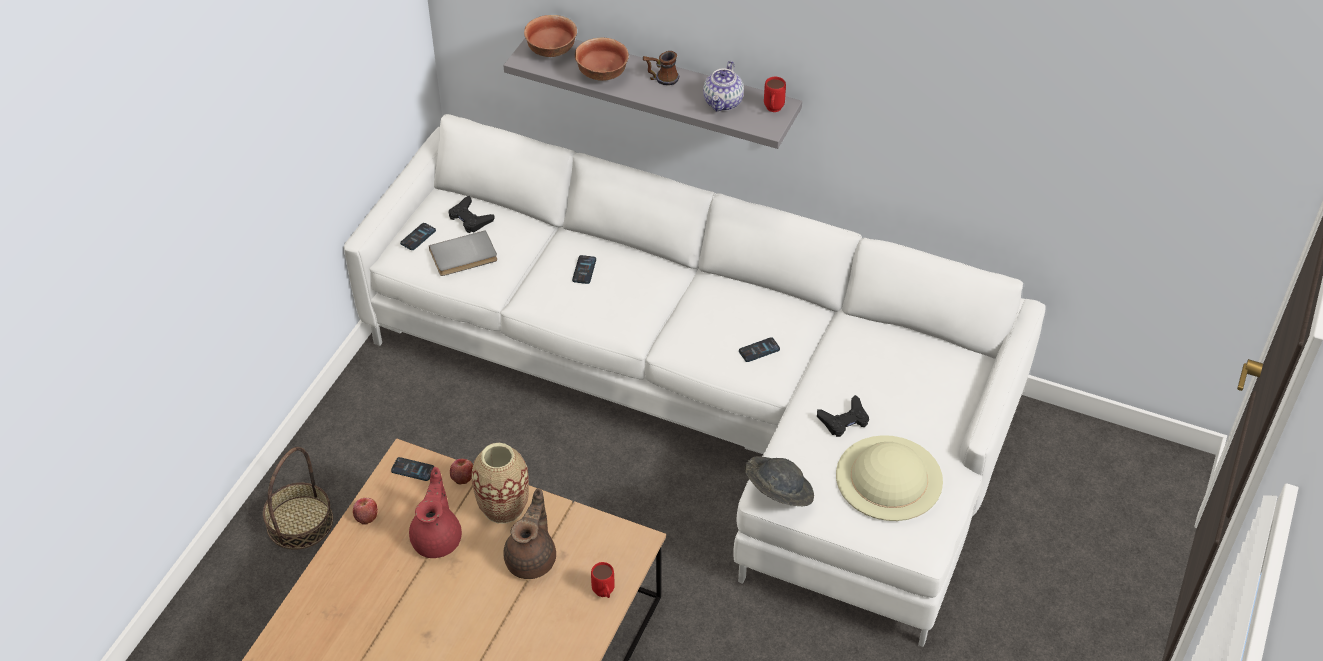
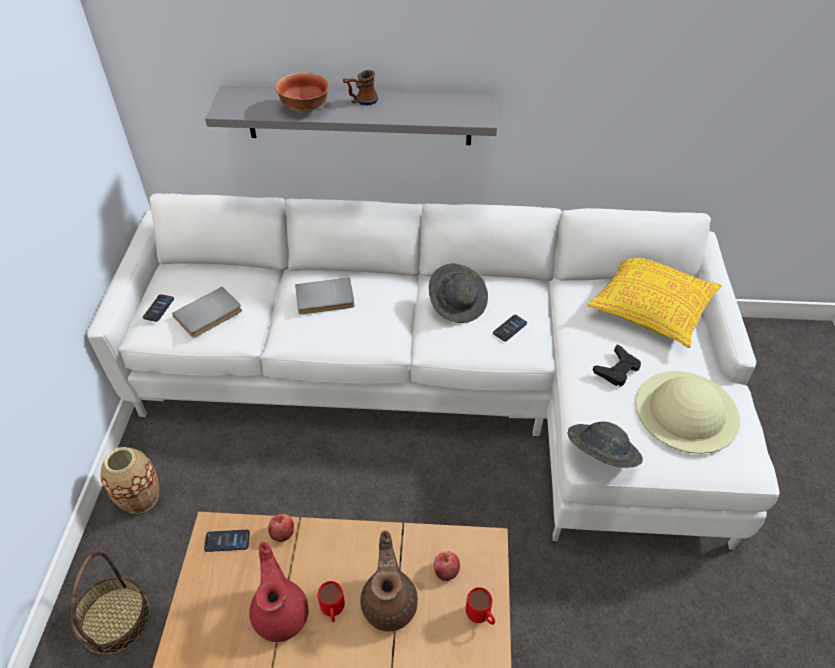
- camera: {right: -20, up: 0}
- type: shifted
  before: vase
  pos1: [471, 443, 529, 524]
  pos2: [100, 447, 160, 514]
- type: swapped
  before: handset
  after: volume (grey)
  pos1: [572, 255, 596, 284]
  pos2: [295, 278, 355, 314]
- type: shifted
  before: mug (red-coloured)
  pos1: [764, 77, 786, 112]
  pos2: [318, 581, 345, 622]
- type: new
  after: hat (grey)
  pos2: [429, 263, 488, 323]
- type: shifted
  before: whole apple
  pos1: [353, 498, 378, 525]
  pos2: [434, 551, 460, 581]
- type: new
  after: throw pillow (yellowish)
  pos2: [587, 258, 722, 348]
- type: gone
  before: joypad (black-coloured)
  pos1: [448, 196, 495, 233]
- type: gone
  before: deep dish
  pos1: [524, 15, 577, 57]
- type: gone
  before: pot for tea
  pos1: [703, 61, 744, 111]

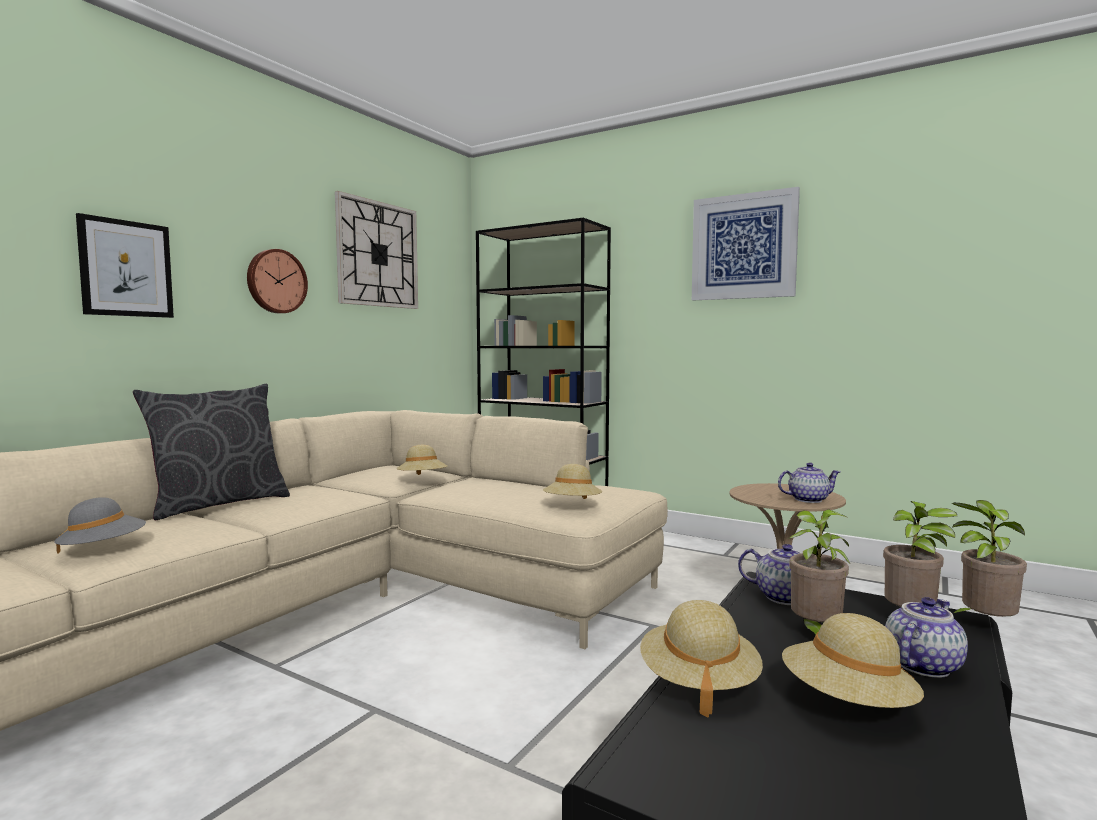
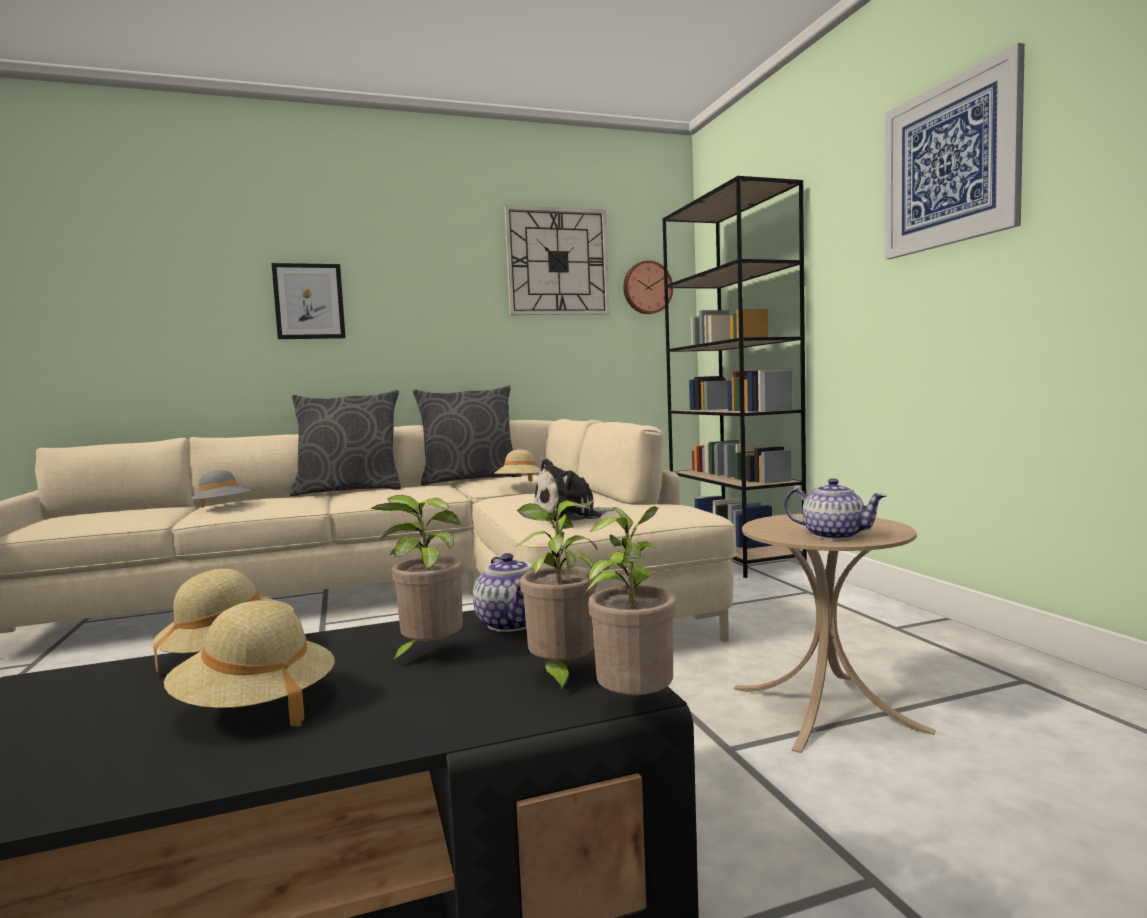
- camera: {right: 40, up: 0}
- type: new
  after: throw pillow (grey)
  pos2: [413, 386, 522, 486]
- type: swapped
  before: hat (beige)
  after: cuddly toy
  pos1: [543, 464, 602, 499]
  pos2: [533, 459, 615, 521]
- type: shifted
  before: wall clock
  pos1: [247, 249, 308, 313]
  pos2: [623, 260, 673, 314]
- type: gone
  before: pot for tea
  pos1: [885, 597, 968, 678]

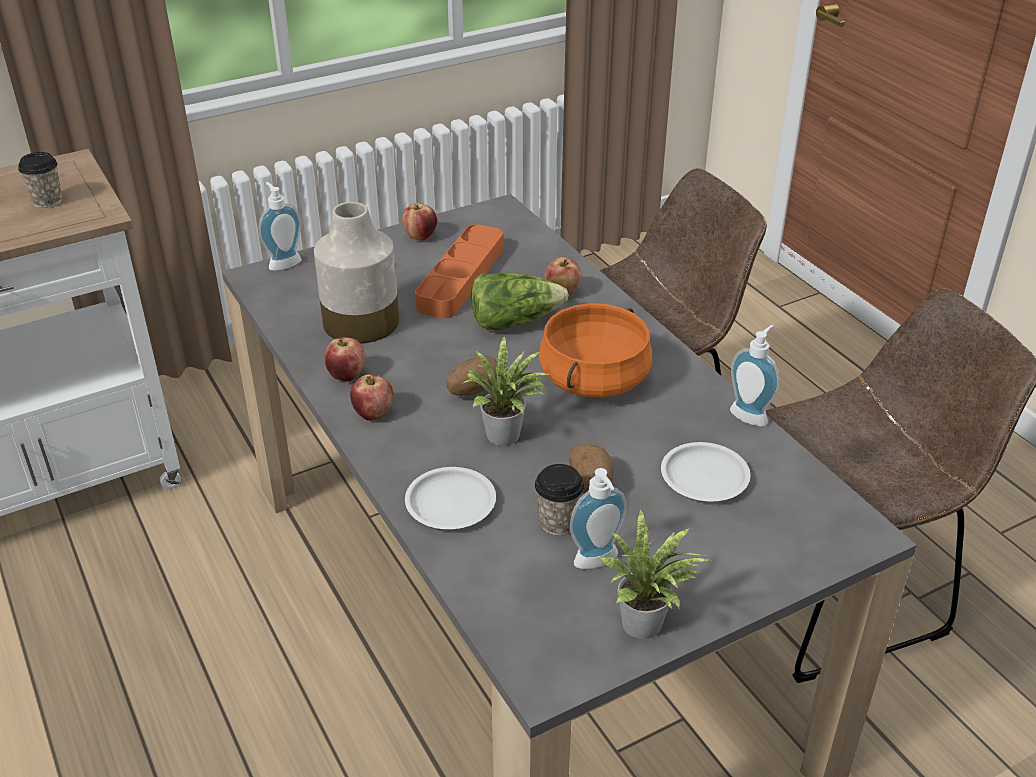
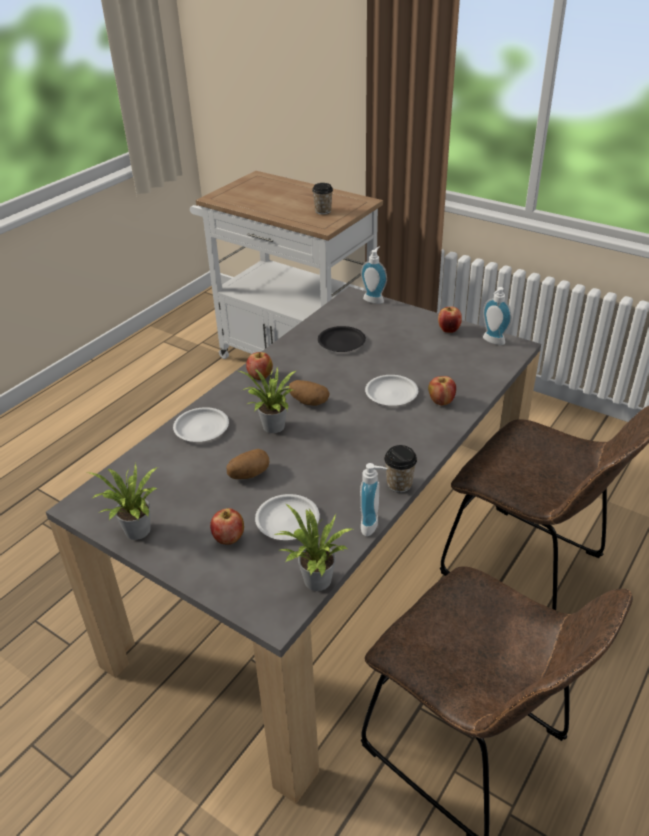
- camera: {right: 65, up: 0}
- type: shifted
  before: whole apple
  pos1: [324, 337, 365, 382]
  pos2: [210, 508, 244, 545]
- type: new
  after: plant in a pot
  pos2: [274, 504, 352, 591]
- type: swapped
  before: vase (beige)
  after: dinner plate (black-coloured)
  pos1: [314, 202, 399, 344]
  pos2: [318, 326, 366, 352]
- type: swapped
  before: lettuce head
  after: dinner plate (white)
  pos1: [471, 272, 569, 330]
  pos2: [365, 375, 418, 406]
- type: shifted
  before: small cup
  pos1: [535, 464, 584, 536]
  pos2: [384, 445, 417, 493]
- type: shifted
  before: liquid soap bottle
  pos1: [570, 468, 627, 569]
  pos2: [483, 287, 512, 345]
- type: gone
  before: carrying tray (orangey)
  pos1: [415, 224, 503, 319]
- type: gone
  before: stockpot (orangey)
  pos1: [539, 303, 652, 397]

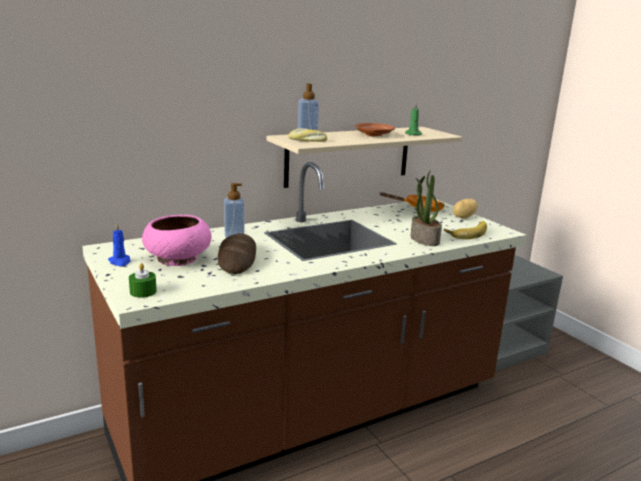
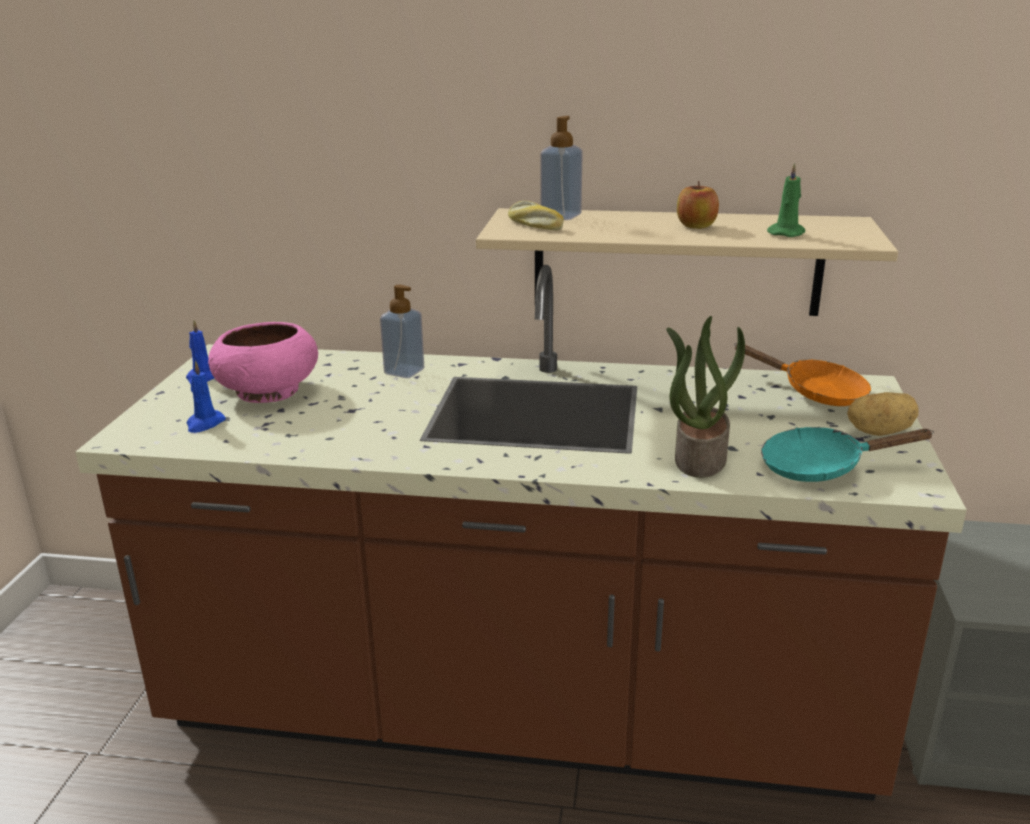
- camera: {right: 40, up: 5}
- type: new
  after: wax light (blue-coloured)
  pos2: [187, 360, 226, 433]
- type: swapped
  before: dinner plate (brown)
  after: whole apple
  pos1: [355, 123, 395, 136]
  pos2: [677, 181, 719, 229]
- type: swapped
  before: banana fruit
  after: pan (turquoise)
  pos1: [444, 221, 487, 239]
  pos2: [761, 427, 934, 482]
- type: gone
  before: wax light (green-coloured)
  pos1: [129, 263, 157, 298]
- type: gone
  before: baked bread
  pos1: [218, 233, 256, 274]

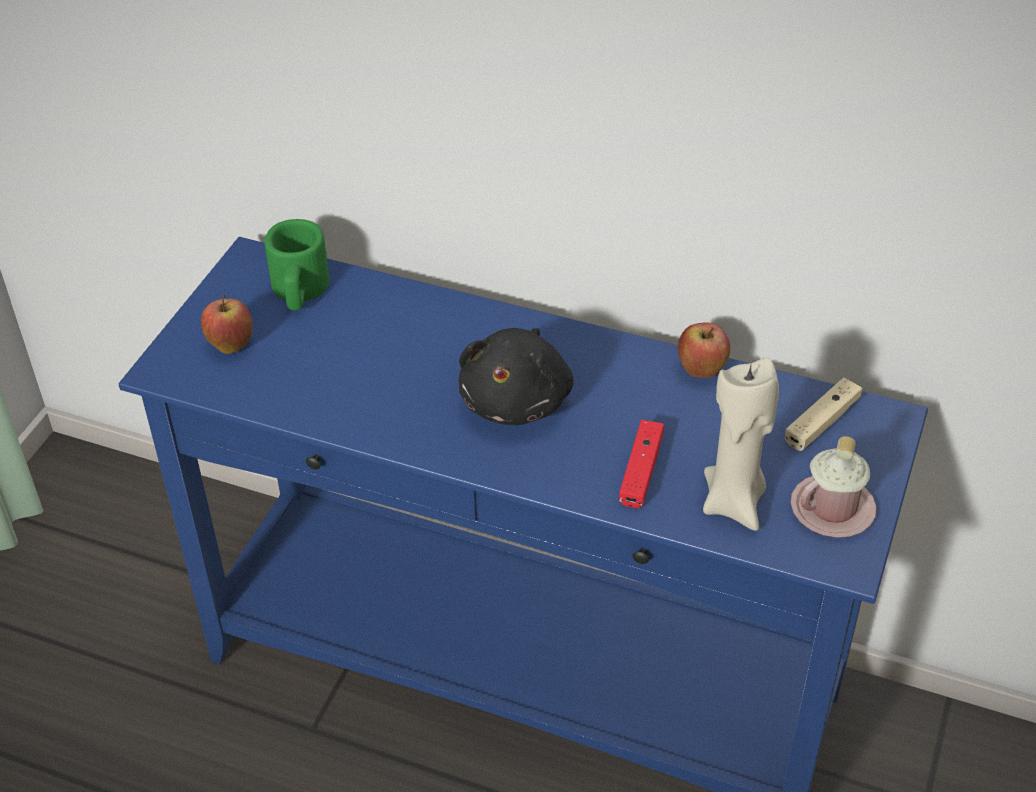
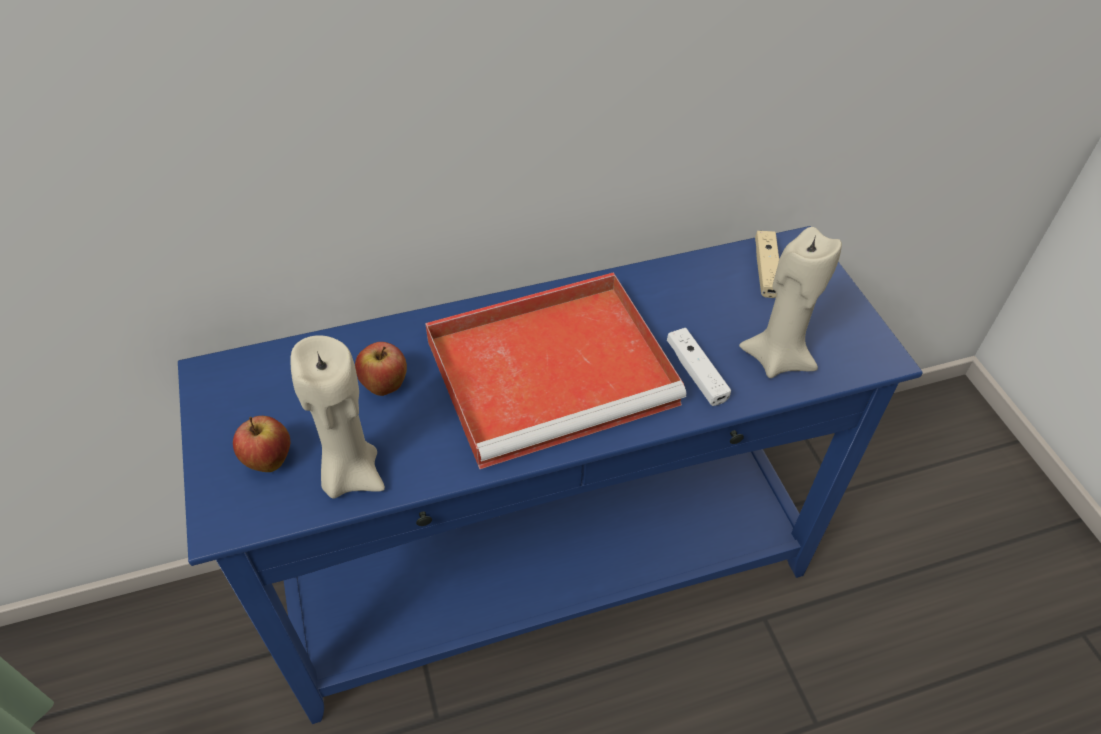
- camera: {right: -40, up: 5}
- type: new
  after: wax light (beige)
  pos2: [290, 335, 385, 499]
- type: shifted
  before: whole apple
  pos1: [678, 322, 730, 378]
  pos2: [355, 342, 407, 396]
- type: swapped
  before: cuddly toy (black-coloured)
  after: carrying tray (red-coloured)
  pos1: [459, 328, 574, 425]
  pos2: [425, 272, 686, 469]
- type: repainted
  before: joypad (red-coloured)
  after: joypad (white)
  pos1: [619, 420, 664, 508]
  pos2: [667, 328, 731, 406]
- type: gone
  before: mug (green-coloured)
  pos1: [265, 219, 329, 310]
- type: gone
  before: mug (pink)
  pos1: [791, 436, 876, 538]

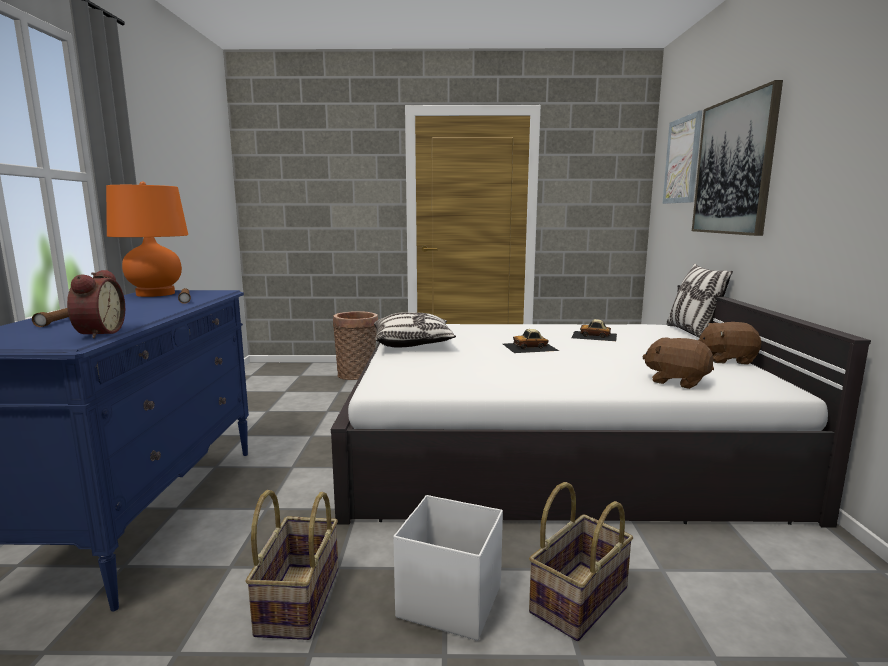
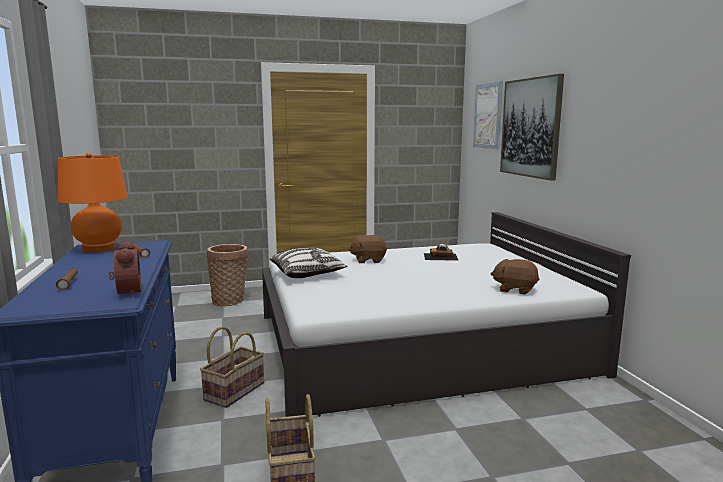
- camera: {right: -15, up: 0}
- type: shifted
  before: household basket
  pos1: [529, 482, 633, 641]
  pos2: [200, 326, 264, 408]
- type: shifted
  before: cuddly toy (brown)
  pos1: [698, 322, 761, 365]
  pos2: [348, 235, 387, 263]
- type: gone
  before: storage box (white)
  pos1: [393, 495, 503, 641]
- type: gone
  before: toy car
  pos1: [503, 329, 559, 353]
- type: gone
  before: throw pillow
  pos1: [667, 263, 733, 338]

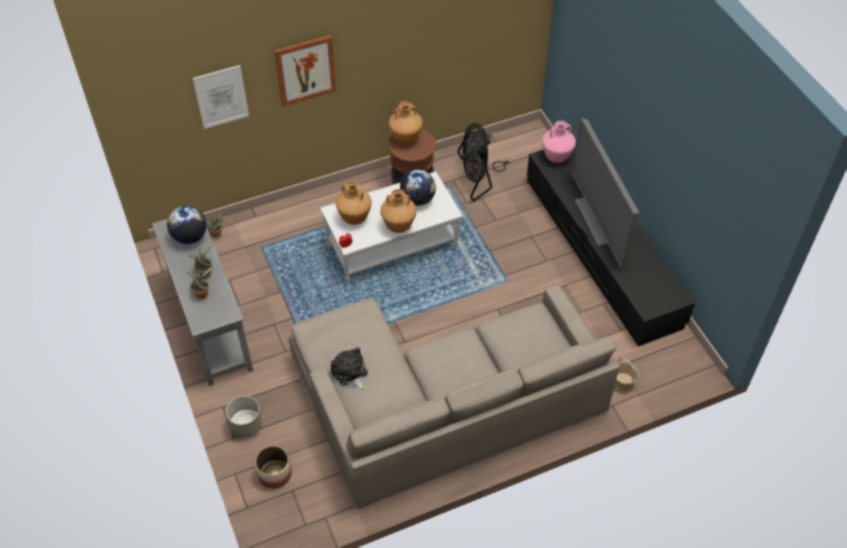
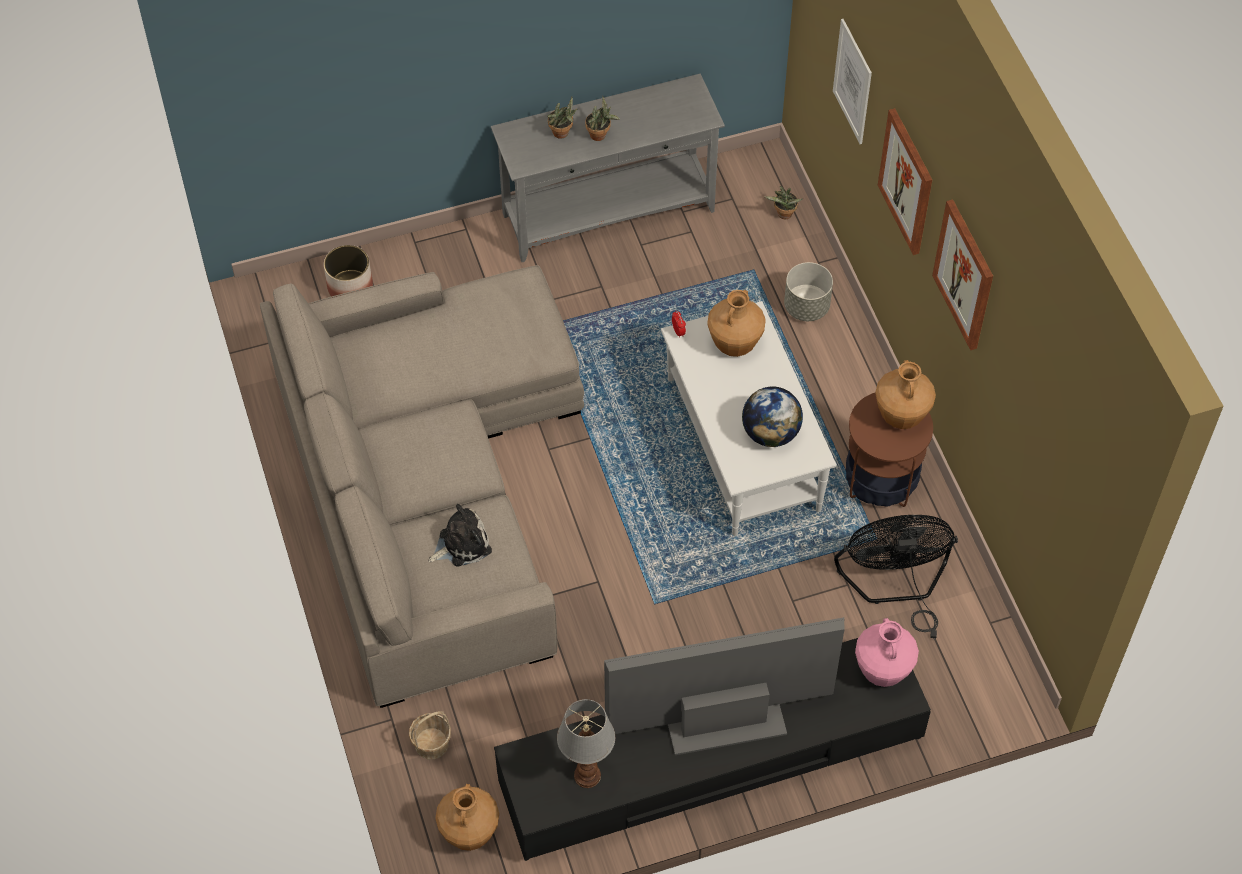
- camera: {right: 95, up: 5}
- type: shifted
  before: cuddly toy
  pos1: [331, 347, 368, 390]
  pos2: [429, 504, 492, 566]
- type: shifted
  before: vase (brown)
  pos1: [381, 189, 416, 233]
  pos2: [435, 784, 499, 851]
- type: new
  after: tabletop lamp
  pos2: [557, 699, 615, 788]
- type: shifted
  before: plant pot (grey)
  pos1: [226, 396, 262, 438]
  pos2: [784, 262, 833, 321]
- type: new
  after: wall art
  pos2: [932, 200, 993, 350]
- type: gone
  before: globe
  pos1: [167, 205, 207, 244]

